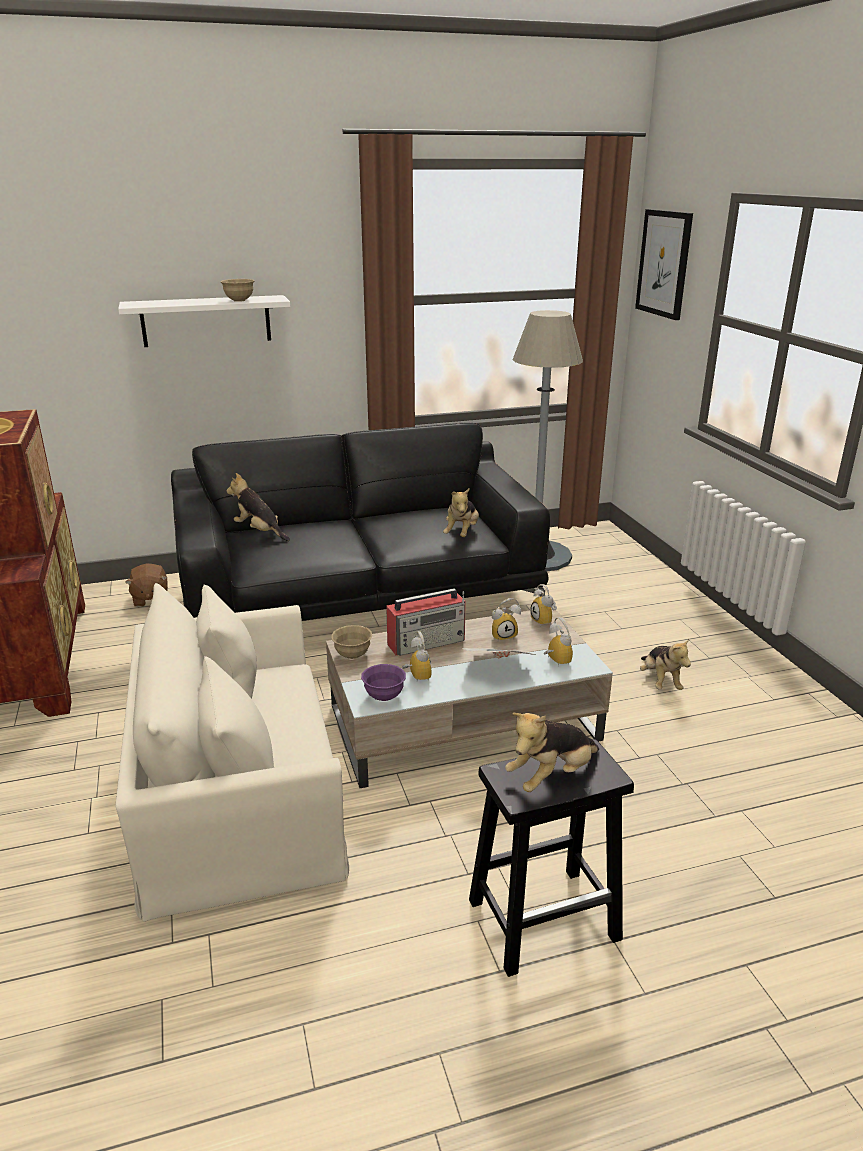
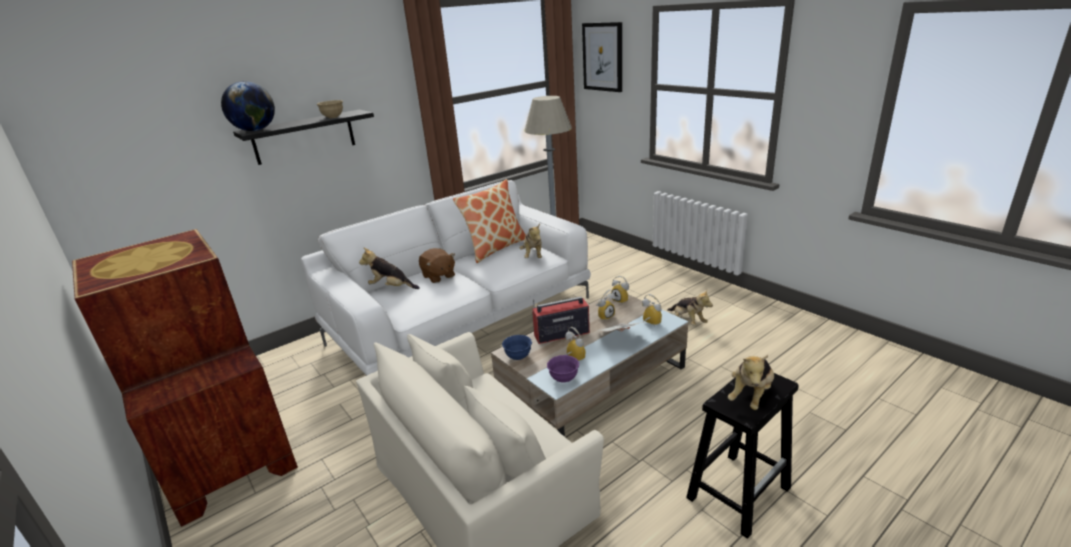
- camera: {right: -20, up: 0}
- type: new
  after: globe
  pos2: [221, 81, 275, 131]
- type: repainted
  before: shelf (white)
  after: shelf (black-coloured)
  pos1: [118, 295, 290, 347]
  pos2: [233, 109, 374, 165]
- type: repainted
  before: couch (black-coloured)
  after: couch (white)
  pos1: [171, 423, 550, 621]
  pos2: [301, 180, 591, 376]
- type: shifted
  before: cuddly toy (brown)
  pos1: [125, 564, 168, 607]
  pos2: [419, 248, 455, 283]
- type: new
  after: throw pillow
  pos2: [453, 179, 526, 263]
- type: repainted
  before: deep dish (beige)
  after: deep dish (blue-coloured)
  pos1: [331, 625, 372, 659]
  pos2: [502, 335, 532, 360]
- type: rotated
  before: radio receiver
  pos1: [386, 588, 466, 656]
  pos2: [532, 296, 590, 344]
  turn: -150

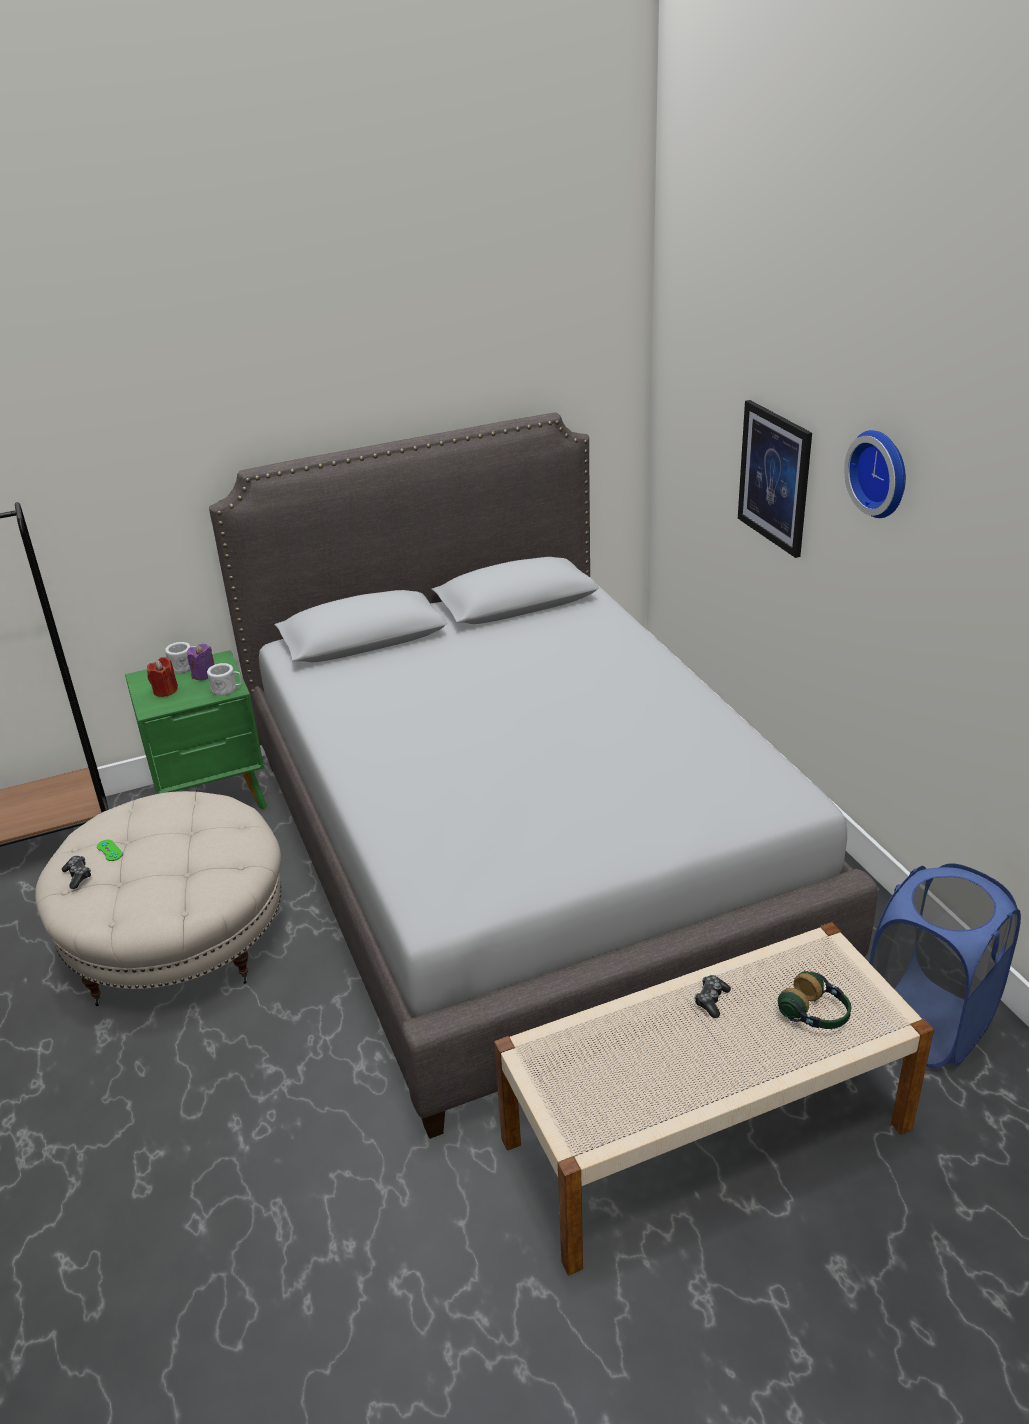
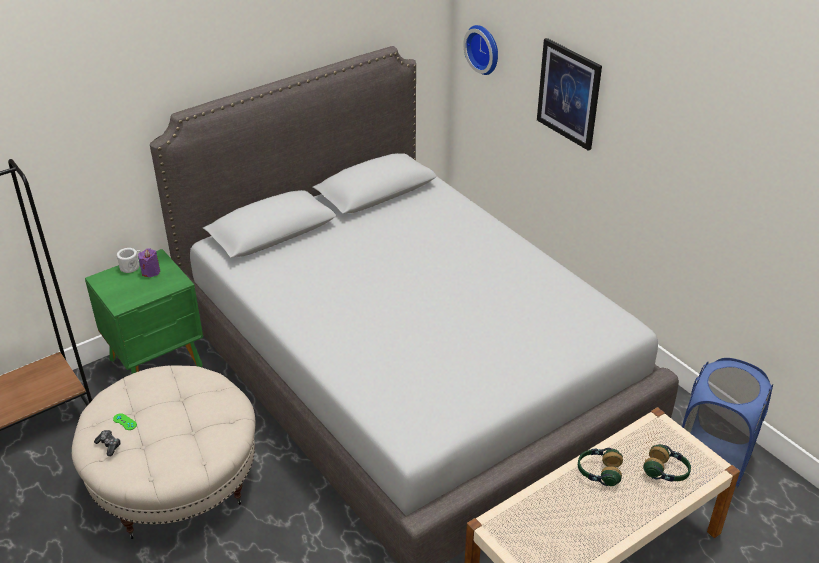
- camera: {right: -15, up: 5}
- type: shifted
  before: wall clock
  pos1: [844, 430, 906, 518]
  pos2: [463, 25, 498, 75]
- type: swapped
  before: joypad
  after: headset
  pos1: [695, 975, 731, 1018]
  pos2: [578, 448, 623, 486]
- type: gone
  before: wax light (red-coloured)
  pos1: [147, 657, 178, 697]
- type: gone
  before: mug (white)
  pos1: [207, 663, 242, 696]

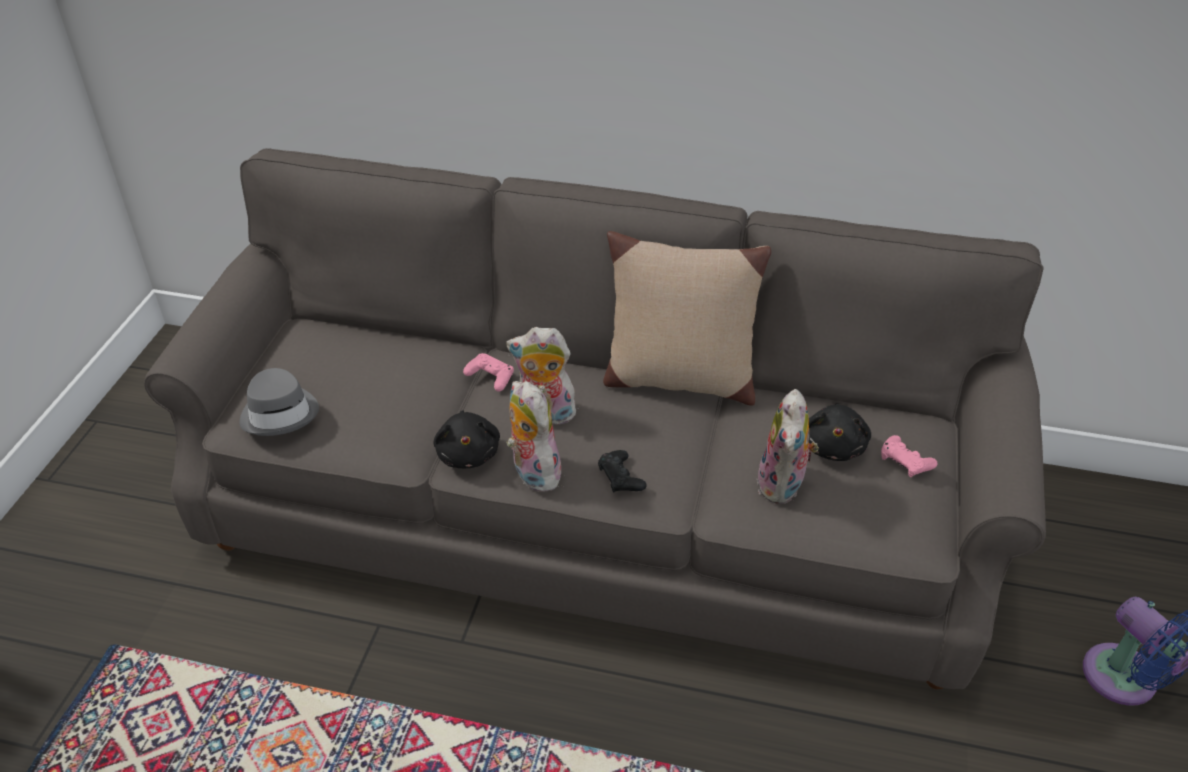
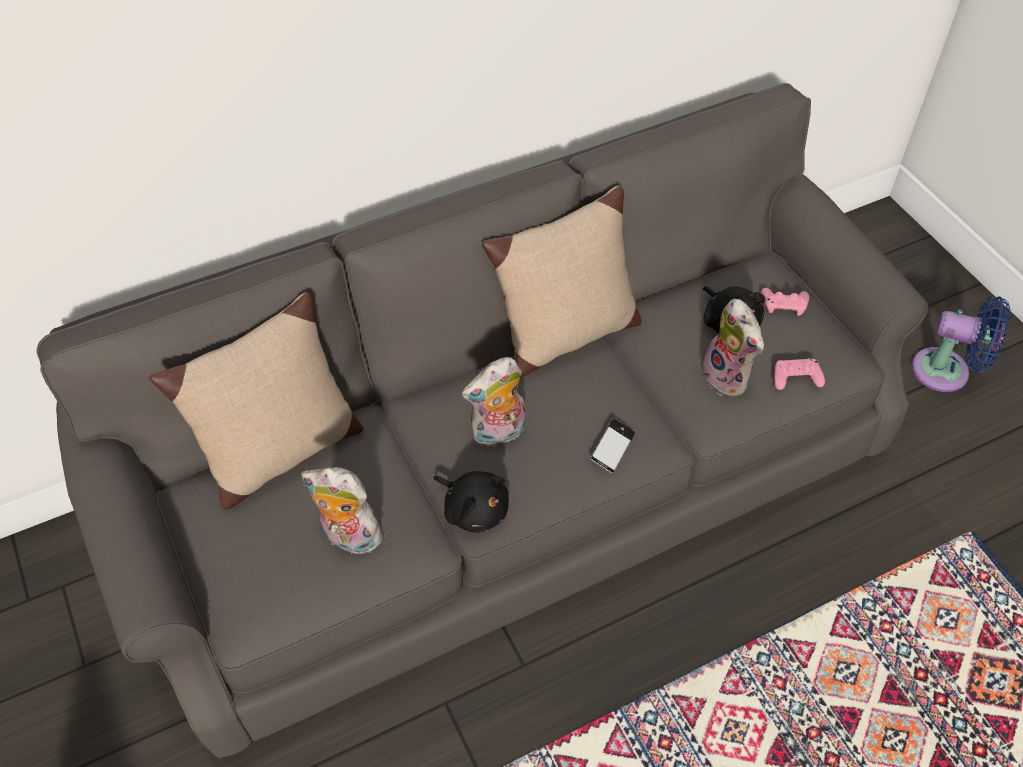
- camera: {right: -40, up: 10}
- type: new
  after: throw pillow (beige)
  pos2: [149, 292, 364, 509]
- type: shifted
  before: cuddly toy
  pos1: [506, 381, 561, 492]
  pos2: [301, 467, 382, 558]
- type: swapped
  before: joypad (black-coloured)
  after: handset
  pos1: [598, 450, 647, 493]
  pos2: [590, 418, 635, 473]
- type: shifted
  before: joypad (pink)
  pos1: [463, 353, 514, 392]
  pos2: [774, 358, 825, 390]
- type: gone
  before: hat (grey)
  pos1: [240, 368, 319, 436]

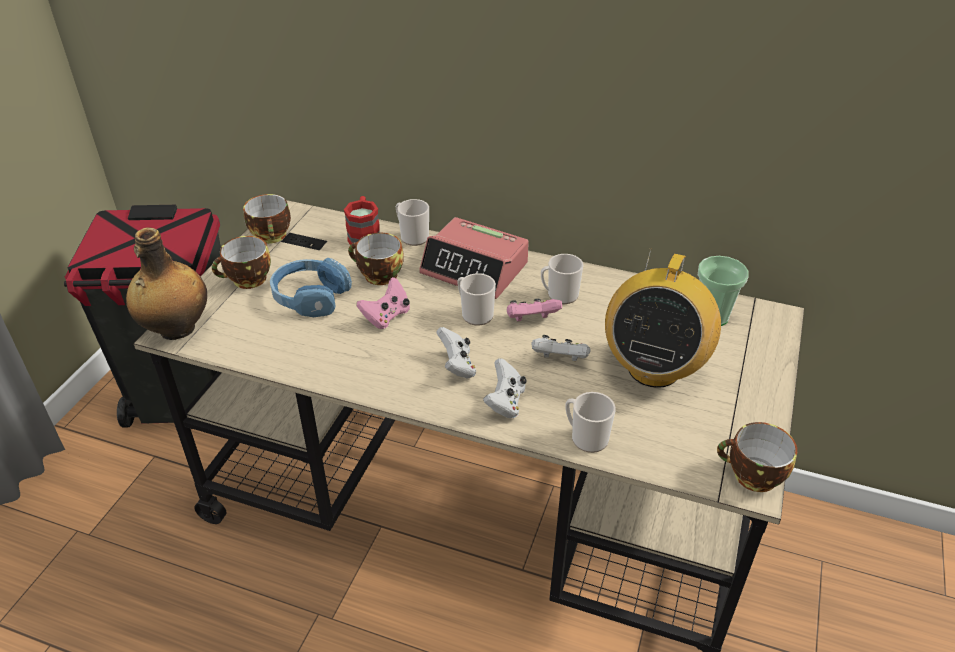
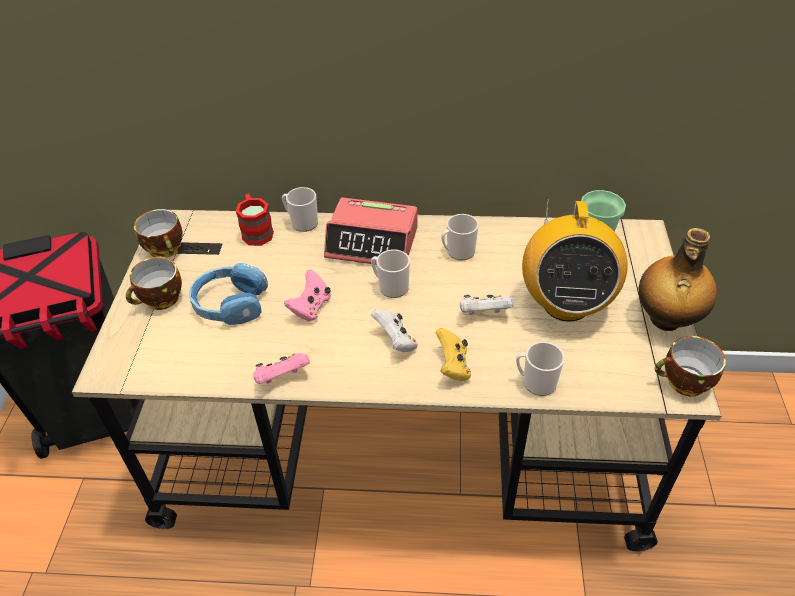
- camera: {right: -15, up: 5}
- type: shifted
  before: joypad (pink)
  pos1: [507, 299, 562, 322]
  pos2: [253, 353, 310, 384]
- type: repainted
  before: joypad (white)
  after: joypad (yellowish)
  pos1: [483, 358, 527, 418]
  pos2: [435, 328, 471, 381]
- type: shifted
  before: beverage bottle
  pos1: [126, 228, 207, 340]
  pos2: [639, 228, 717, 331]
- type: gone
  before: small cup
  pos1: [348, 233, 403, 285]

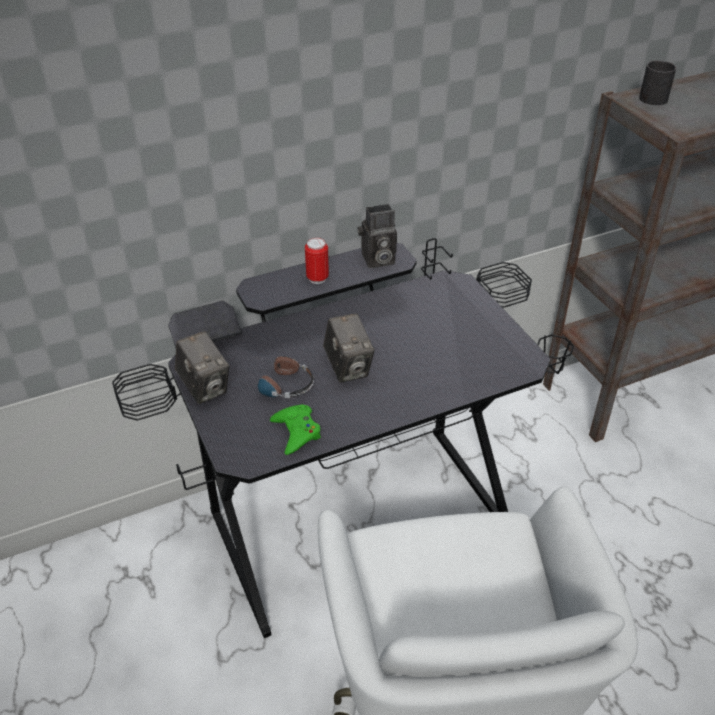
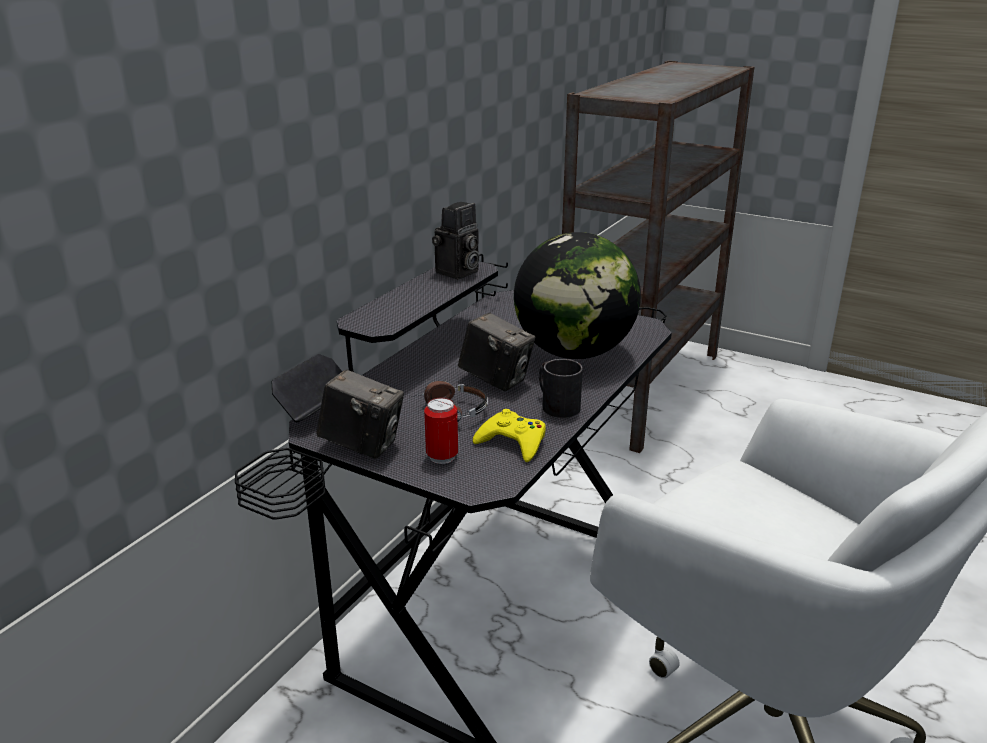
- camera: {right: -35, up: -15}
- type: shifted
  before: sealed can
  pos1: [305, 238, 329, 284]
  pos2: [424, 398, 458, 464]
- type: repainted
  before: joypad (green-coloured)
  after: joypad (yellowish)
  pos1: [270, 404, 321, 455]
  pos2: [473, 409, 546, 462]
- type: new
  after: globe
  pos2: [514, 232, 641, 359]
- type: shifted
  before: mug (black-coloured)
  pos1: [639, 60, 676, 105]
  pos2: [539, 359, 583, 418]

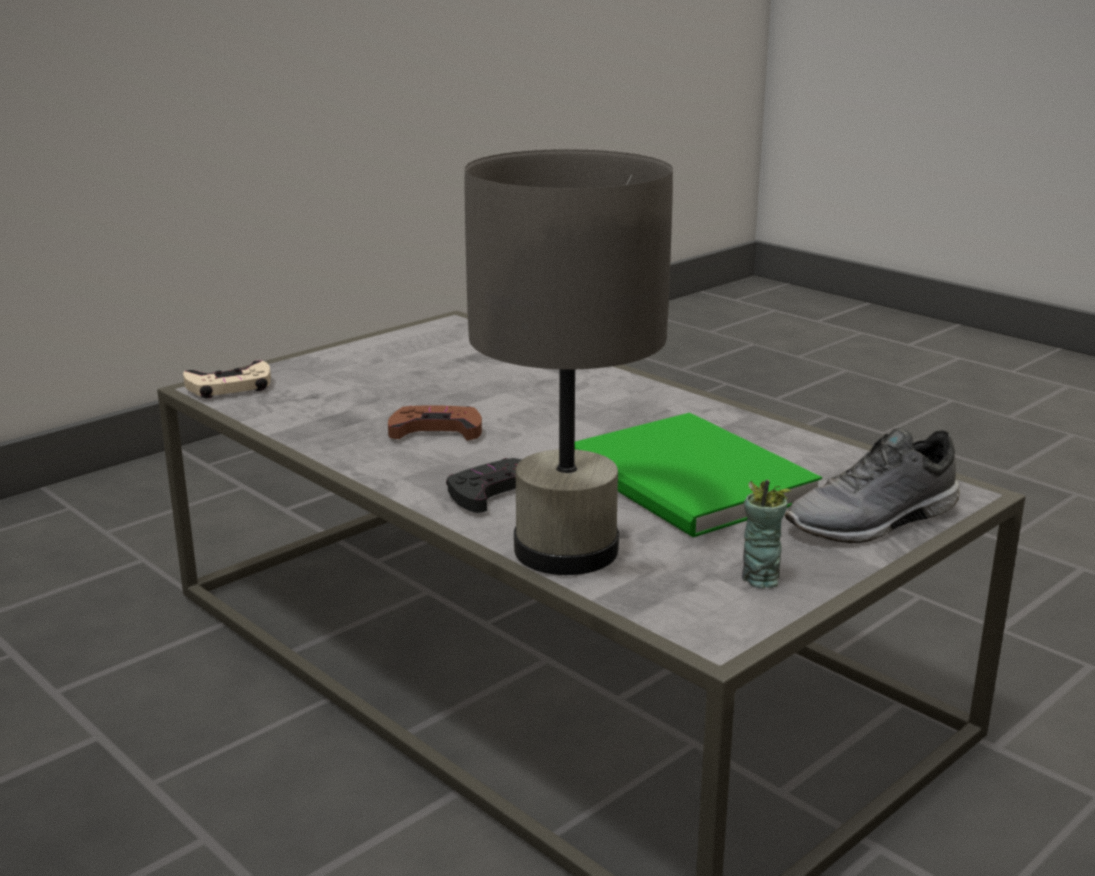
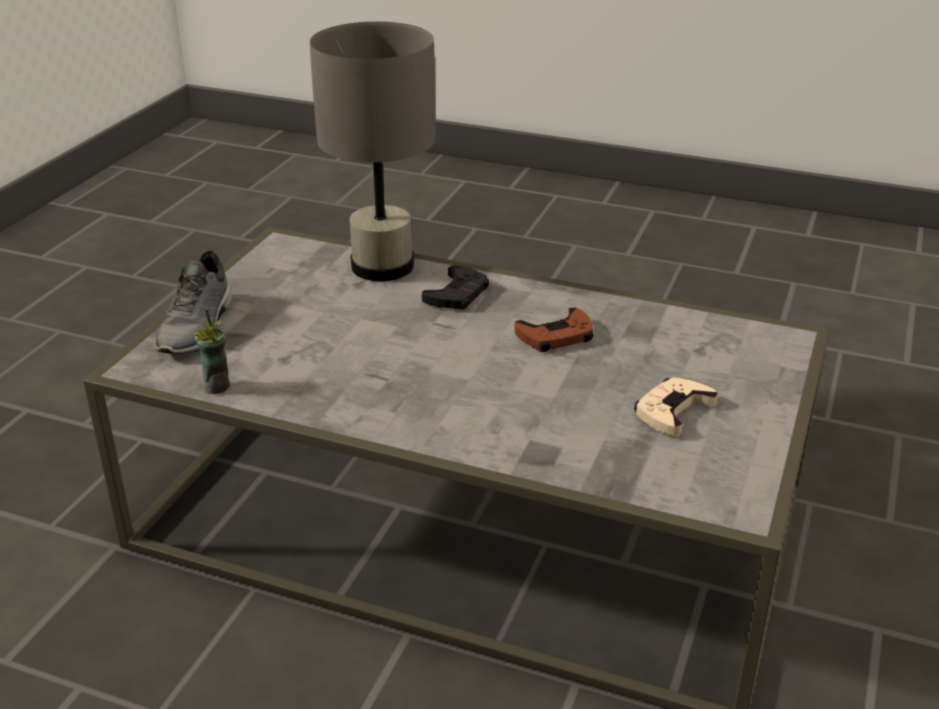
- camera: {right: 155, up: 10}
- type: rotated
  before: item of footwear (grey)
  pos1: [785, 428, 960, 543]
  pos2: [155, 251, 233, 354]
  turn: 150
- type: shifted
  before: small cup
  pos1: [742, 480, 791, 588]
  pos2: [193, 309, 230, 394]
- type: shifted
  before: joypad (beige)
  pos1: [183, 361, 271, 398]
  pos2: [634, 377, 718, 436]
- type: gone
  before: volume (green-coloured)
  pos1: [575, 413, 822, 538]

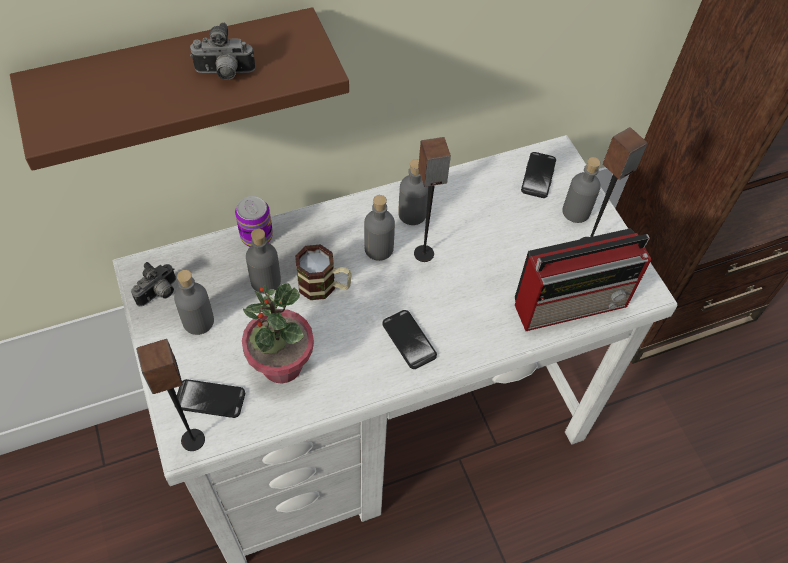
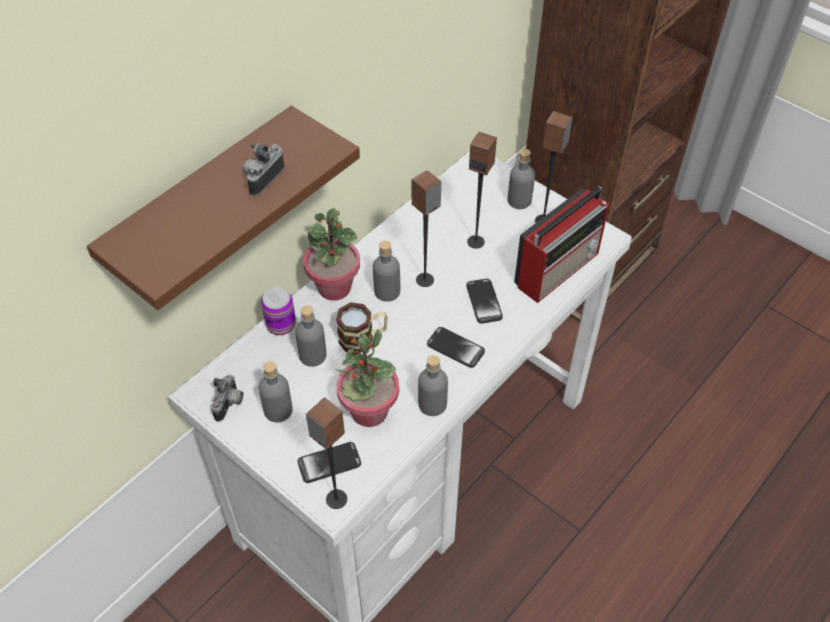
- camera: {right: -25, up: -5}
- type: rotated
  before: photo camera
  pos1: [190, 22, 256, 80]
  pos2: [243, 143, 285, 196]
  turn: 150
- type: new
  after: plant in a pot
  pos2: [303, 208, 360, 301]
- type: shifted
  before: beverage bottle (grey)
  pos1: [398, 159, 428, 225]
  pos2: [418, 355, 448, 416]
- type: shifted
  before: handset
  pos1: [521, 152, 556, 198]
  pos2: [466, 279, 503, 324]
- type: new
  after: speaker
  pos2: [467, 132, 497, 249]

